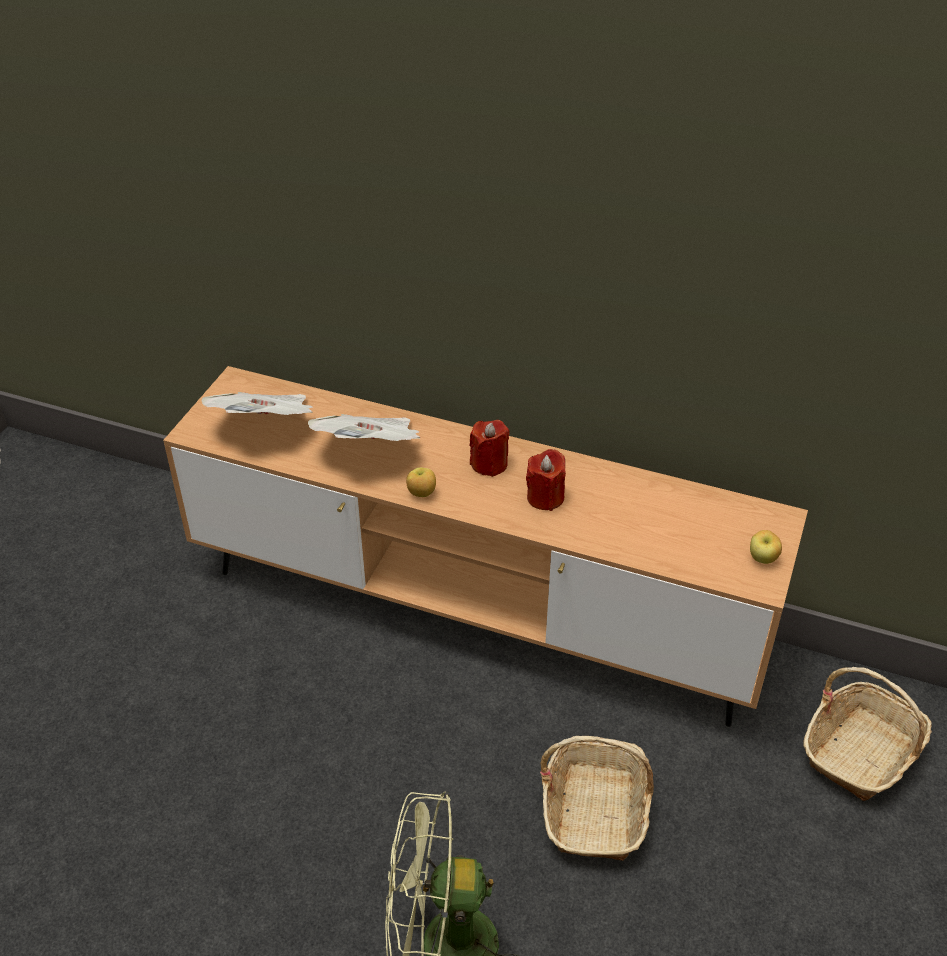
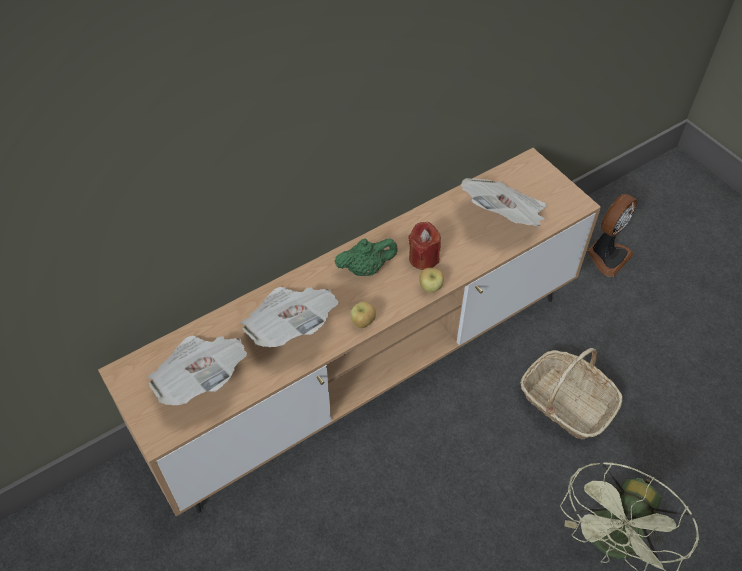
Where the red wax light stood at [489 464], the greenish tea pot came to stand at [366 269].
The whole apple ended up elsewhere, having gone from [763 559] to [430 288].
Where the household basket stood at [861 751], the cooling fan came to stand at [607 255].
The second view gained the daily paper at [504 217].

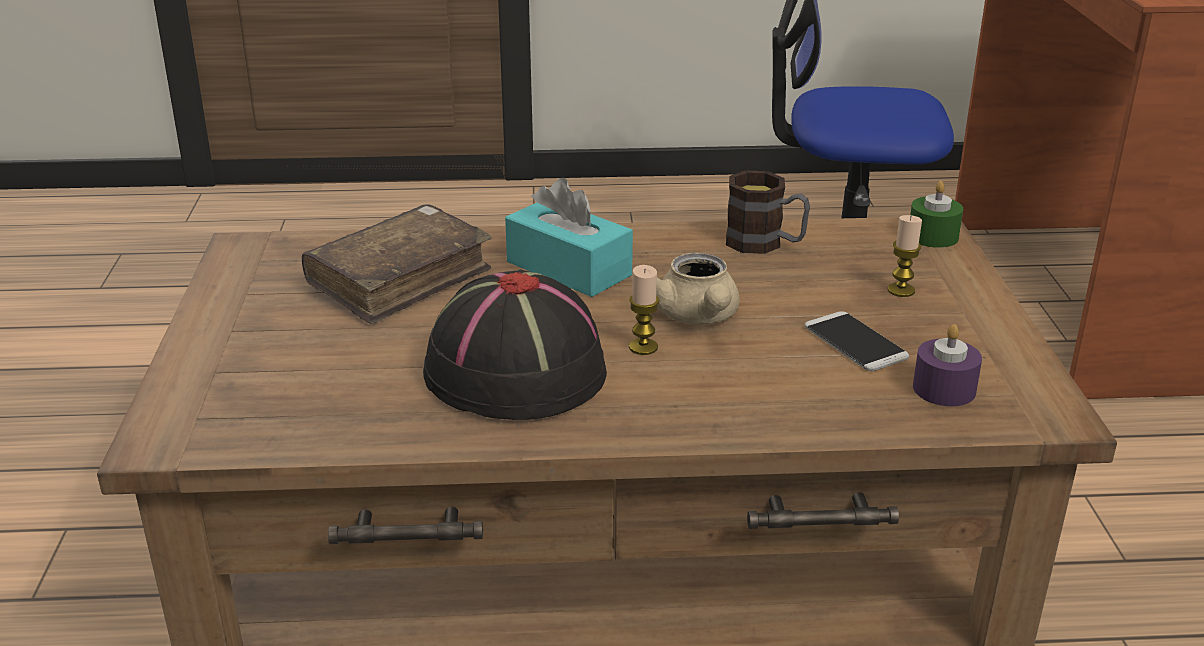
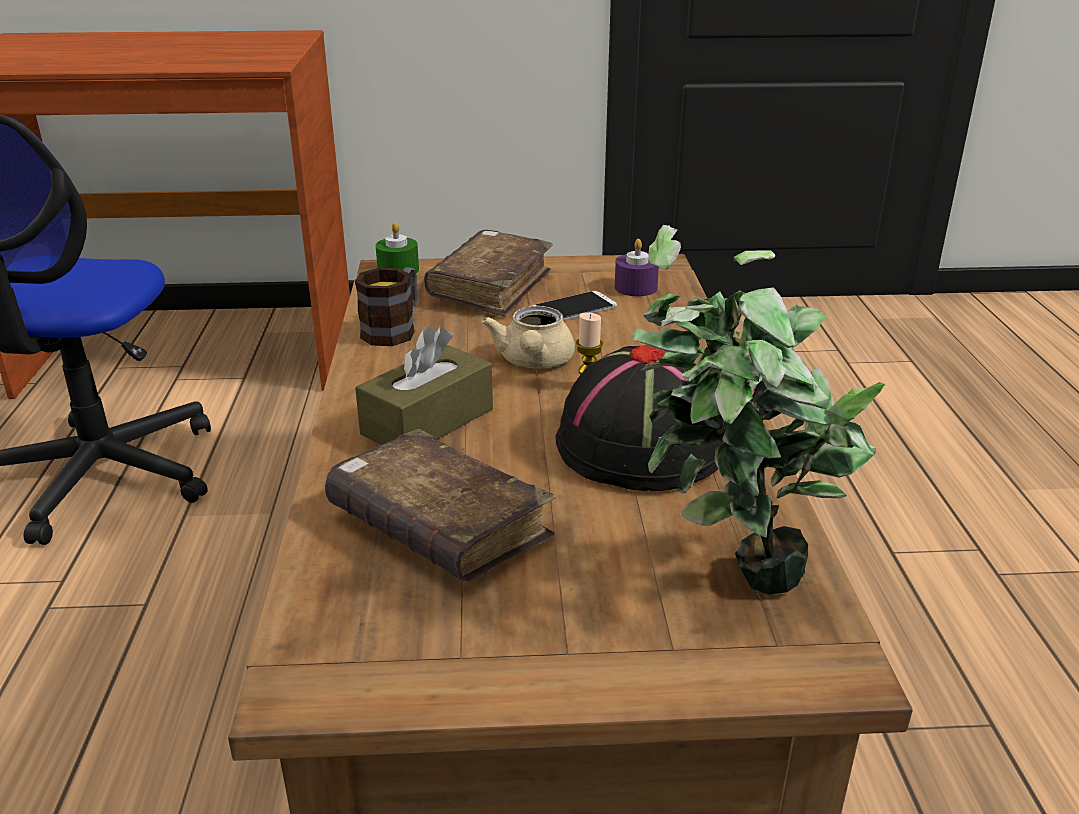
What was the turquoise-coloured tissue holder at [568 268] turned into the brown tissue holder at [428 422].
Where the wax light stood at [901 290], the brown volume came to stand at [491 287].
The beige tea pot at [697 317] ended up facing another way, 105 degrees clockwise from before.
The second view gained the houseplant at [726 583].

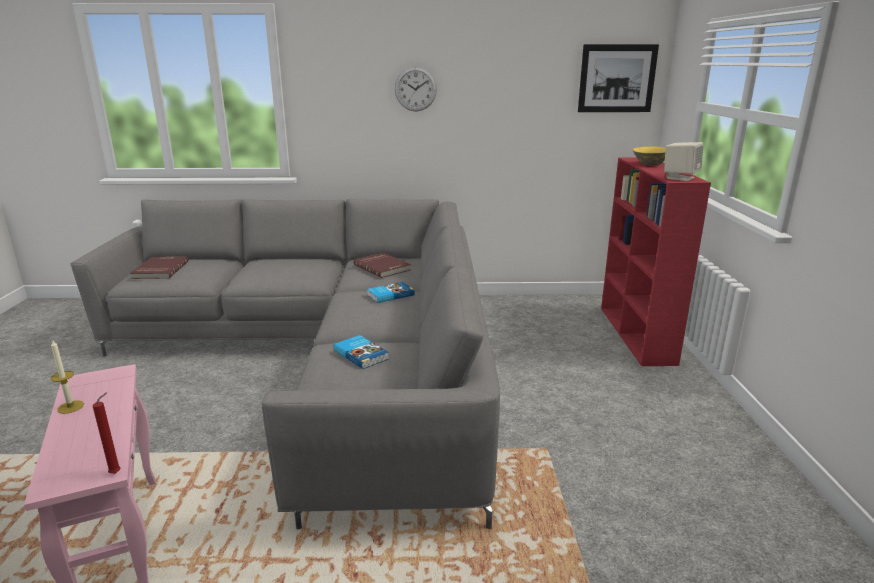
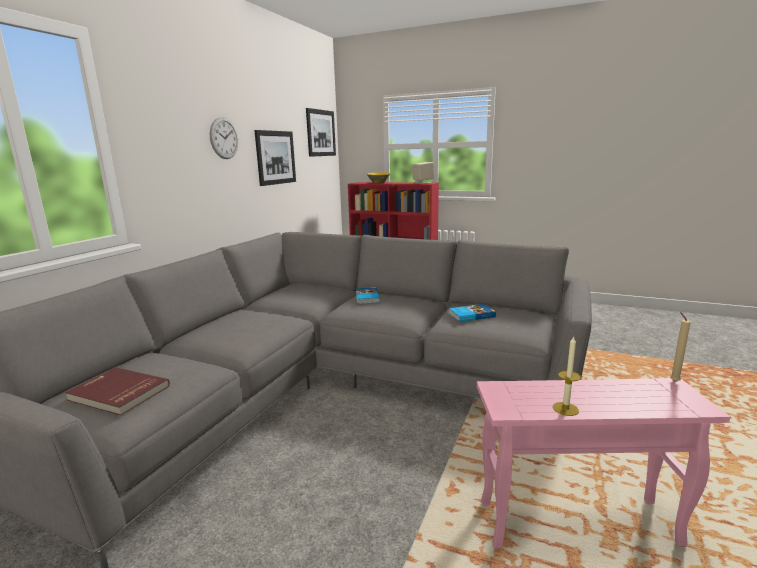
The second view lost the red volume at [383 267].
What was the red wax light at [117 472] turned into the beige wax light at [673 381].
The second view gained the picture at [276 157].

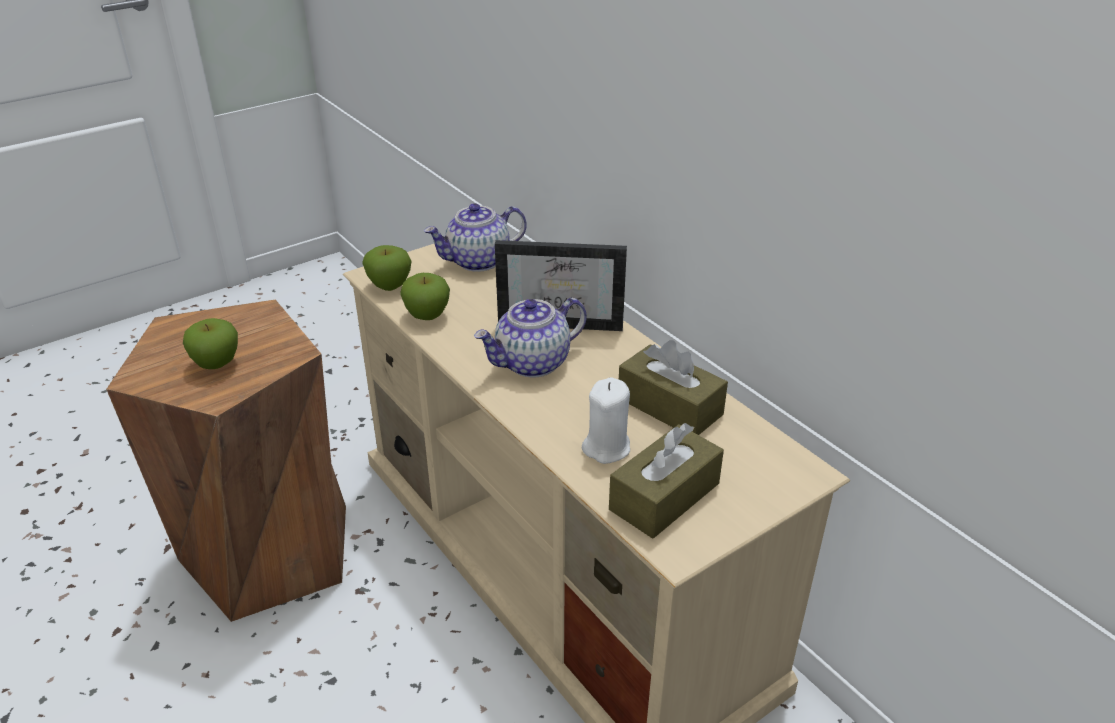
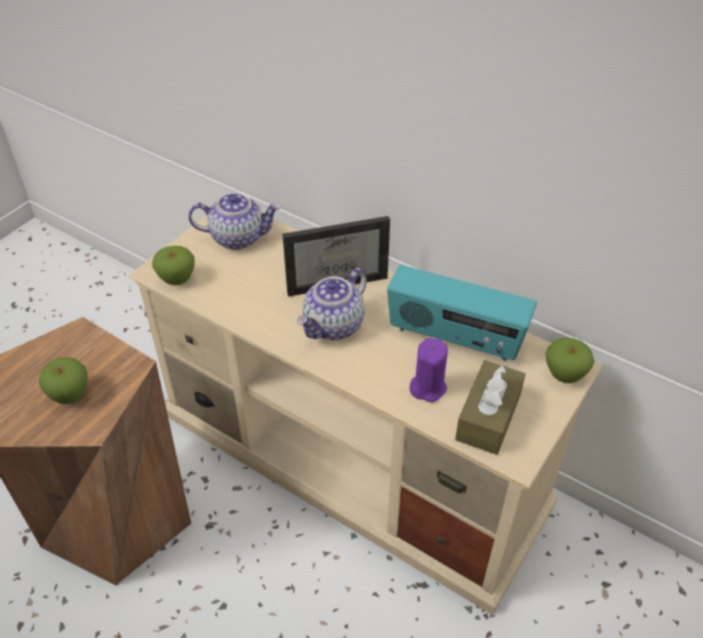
The tea pot at [478 261] ended up facing another way, 135 degrees counterclockwise from before.
The whole apple ended up elsewhere, having gone from [427 316] to [564 375].
Where the brown tissue holder stood at [669 406], the radio receiver came to stand at [455 338].
What was the white wax light at [607 448] turned into the purple wax light at [427 387].

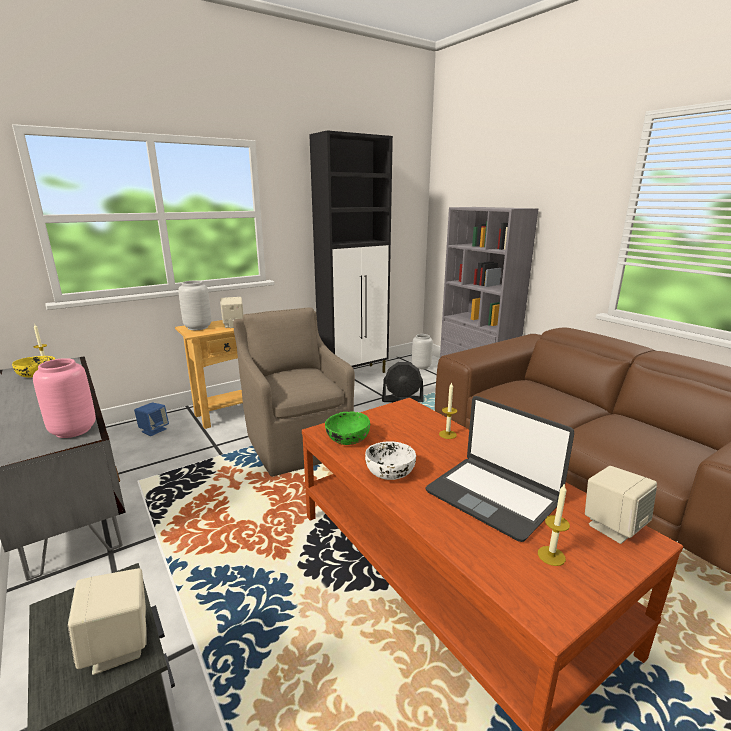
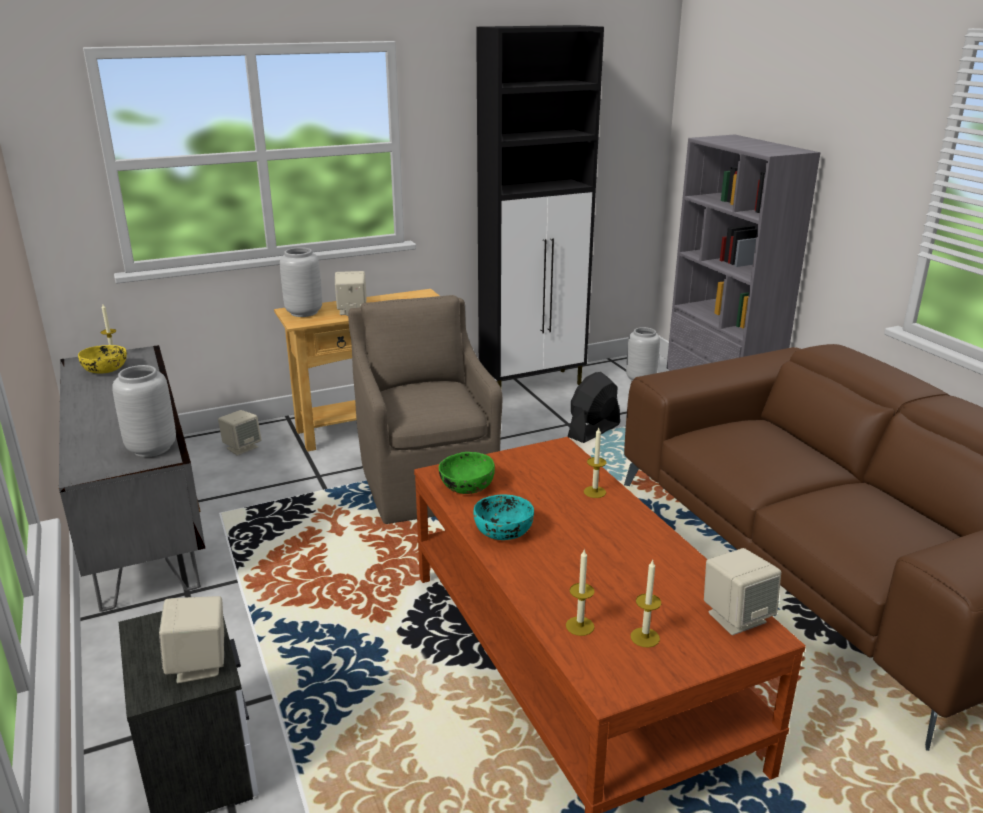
What was the pinkish vase at [73 430] turned into the greyish vase at [151 448].
The black cooling fan at [402 399] ended up facing another way, 120 degrees clockwise from before.
The second view lost the notebook computer at [493 497].
What was the blue loudspeaker at [154 430] turned into the beige loudspeaker at [242 448].
What was the white serving bowl at [390 472] turned into the turquoise-coloured serving bowl at [504 531].
The second view gained the wax light at [580 626].

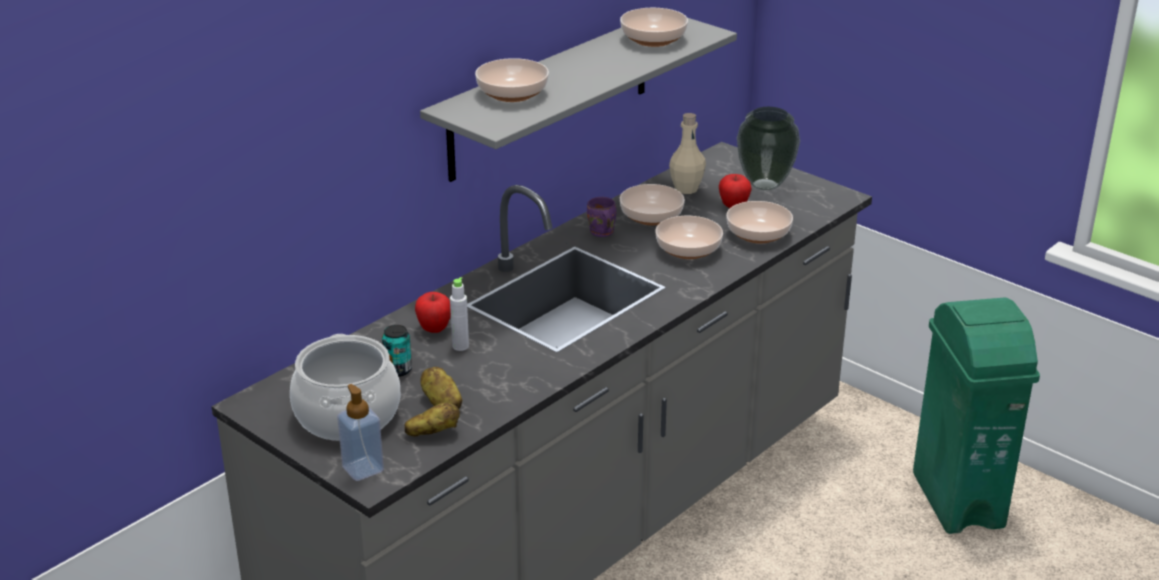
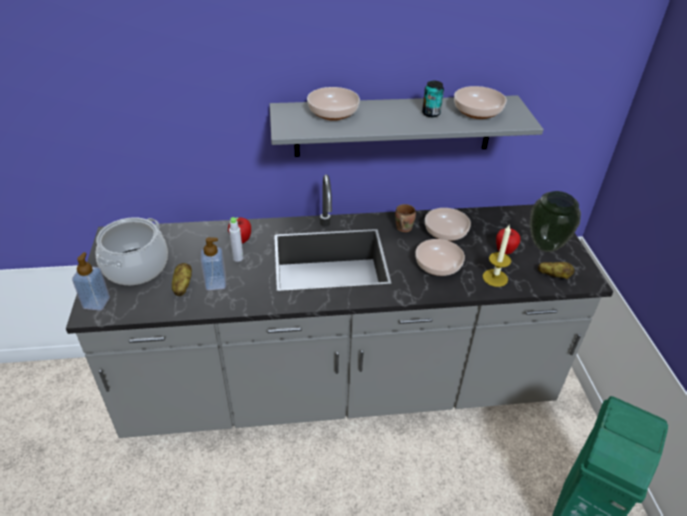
The second view lost the beige beverage bottle at [686 189].
What was the purple mug at [601 233] turned into the brown mug at [402 228].
Where the serving bowl stood at [757 234], the wax light came to stand at [495 278].
The metal can ended up elsewhere, having gone from [398 370] to [431 113].
The spud ended up elsewhere, having gone from [433 433] to [553 276].
The second view gained the liquid soap bottle at [216 283].

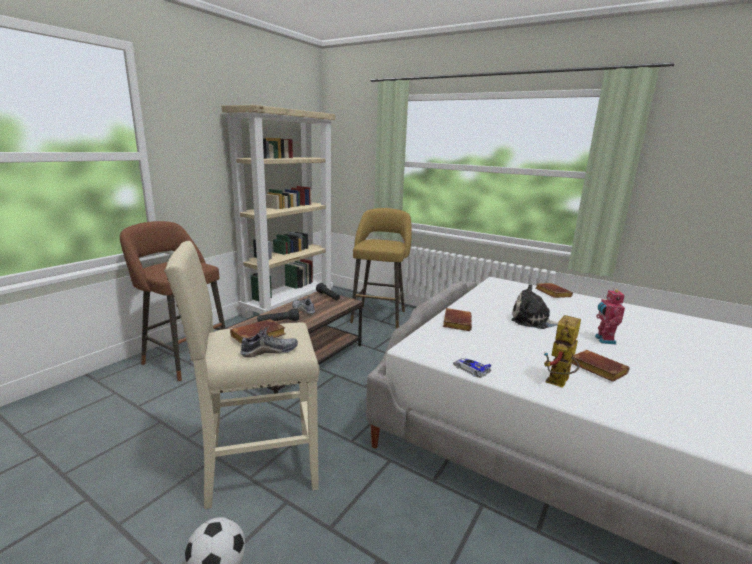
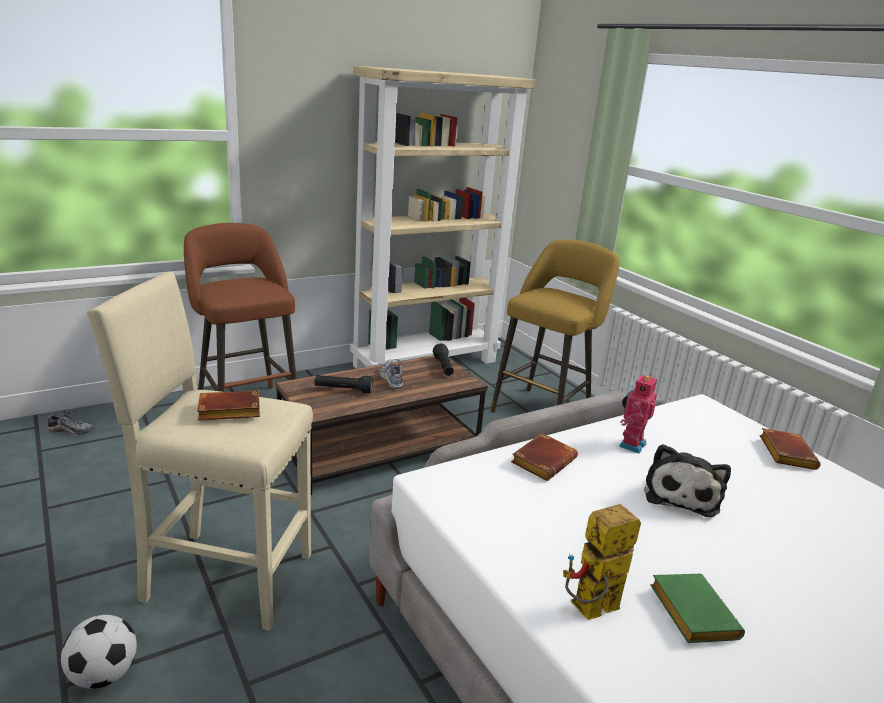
The plush toy at [533 321] ended up facing another way, 120 degrees counterclockwise from before.
The robot figure ended up elsewhere, having gone from [603 340] to [630 444].
The low shoe ended up elsewhere, having gone from [269 351] to [71 431].
What was the brown volume at [596 369] turned into the greenish volume at [689 612].
The second view lost the toy car at [470 369].

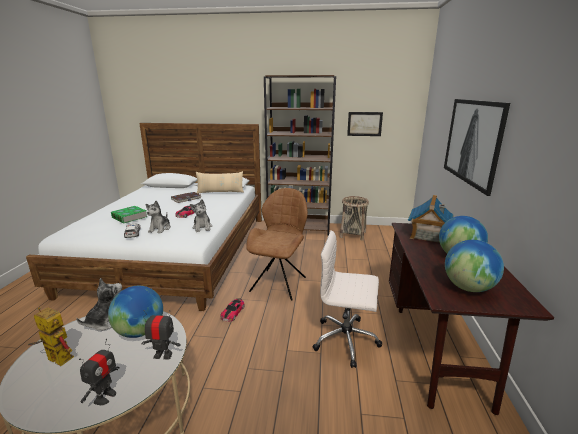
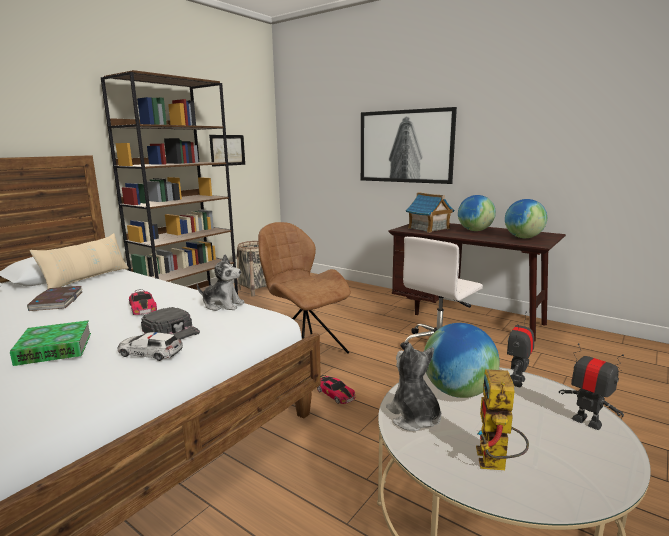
Where the plush toy stood at [160 229], the black peaked cap came to stand at [171 331].
The robot figure at [55 358] ended up facing another way, 45 degrees counterclockwise from before.

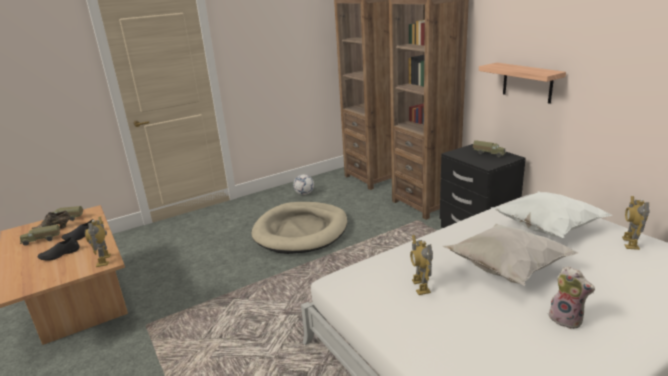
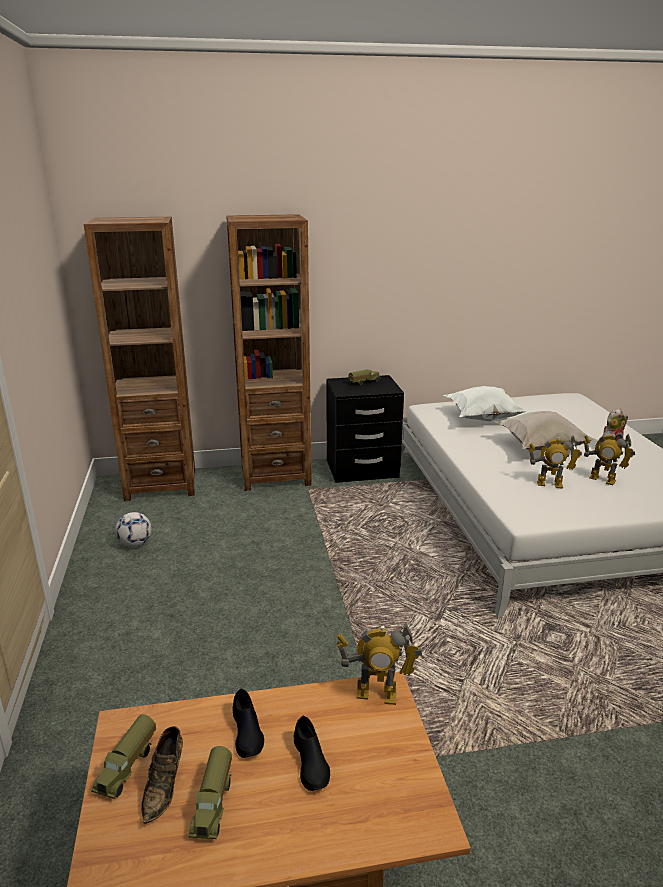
The second view lost the shelf at [527 82].
The robot figure ended up elsewhere, having gone from [630 243] to [602 479].
The second view lost the beige pet bed at [301 231].

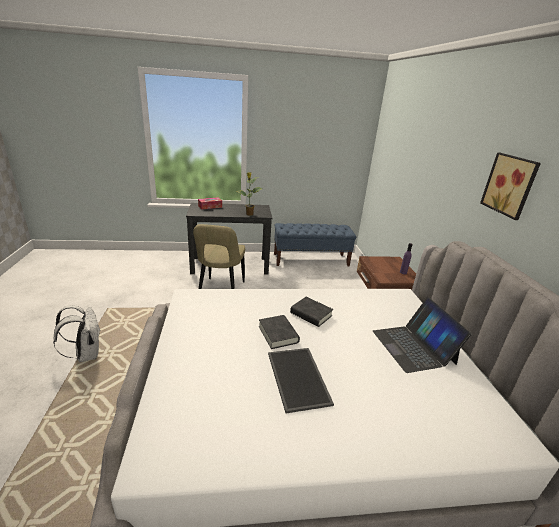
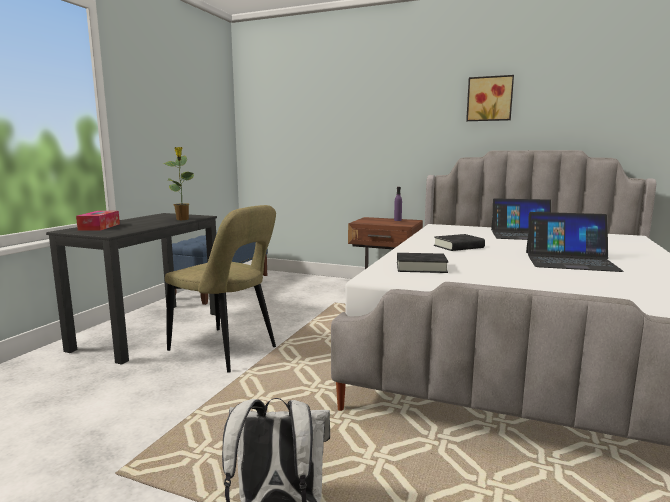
The black volume ended up elsewhere, having gone from [278 334] to [421 267].
Where the serving tray stood at [299 378], the notebook computer came to stand at [570 261].

